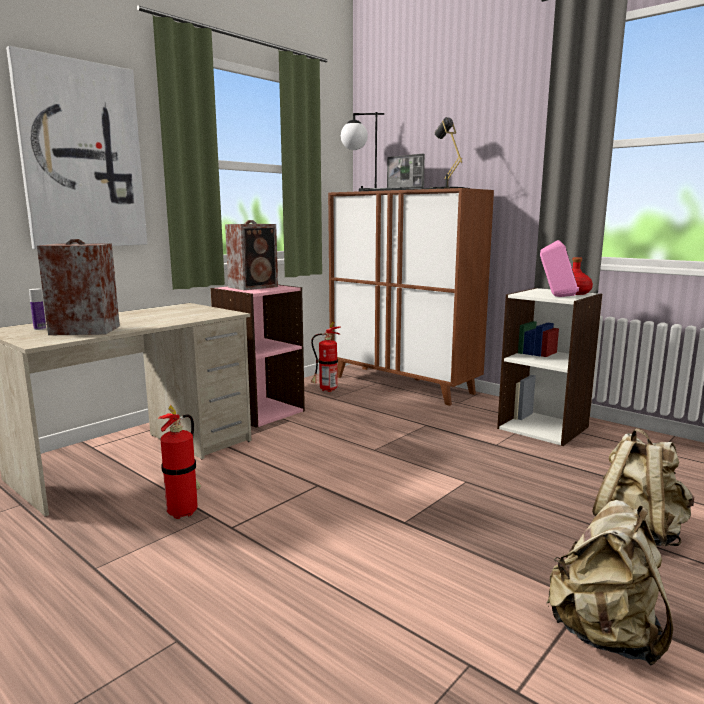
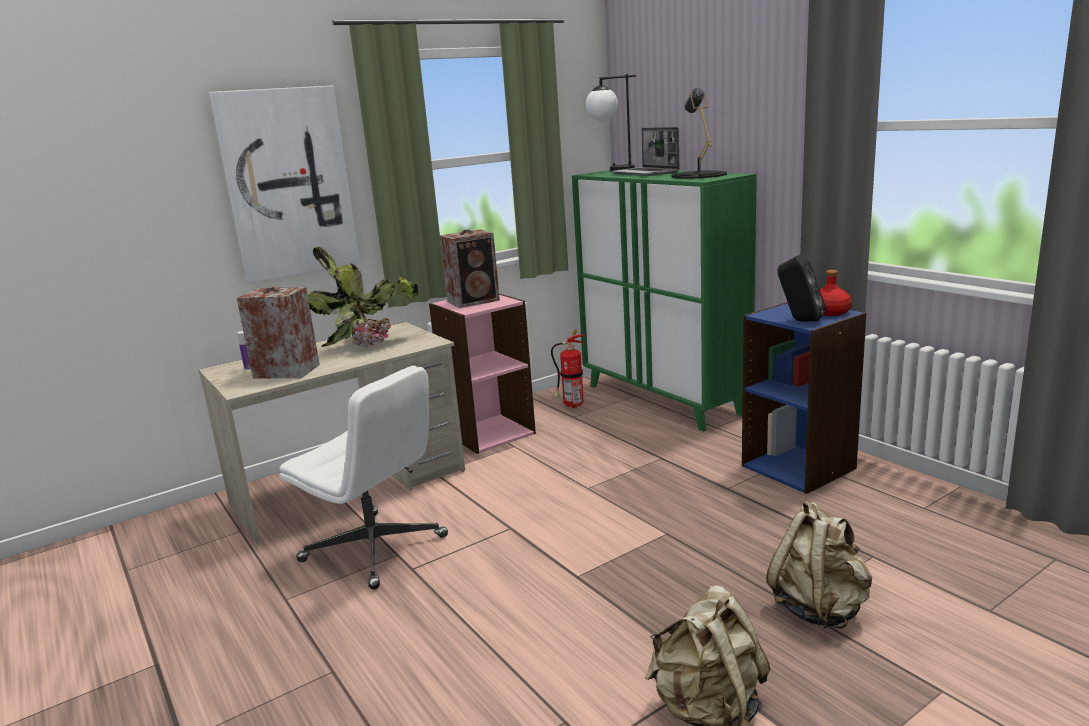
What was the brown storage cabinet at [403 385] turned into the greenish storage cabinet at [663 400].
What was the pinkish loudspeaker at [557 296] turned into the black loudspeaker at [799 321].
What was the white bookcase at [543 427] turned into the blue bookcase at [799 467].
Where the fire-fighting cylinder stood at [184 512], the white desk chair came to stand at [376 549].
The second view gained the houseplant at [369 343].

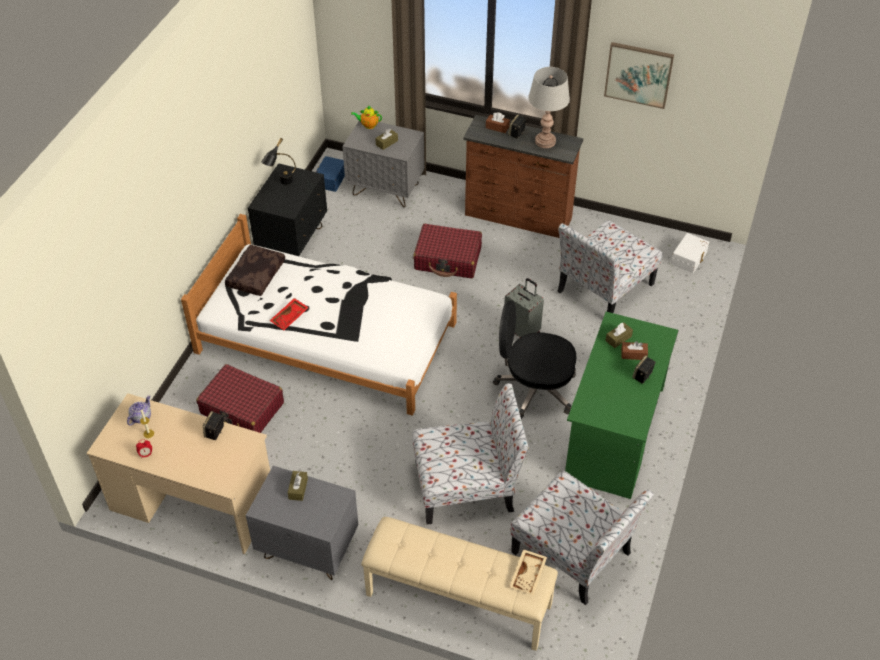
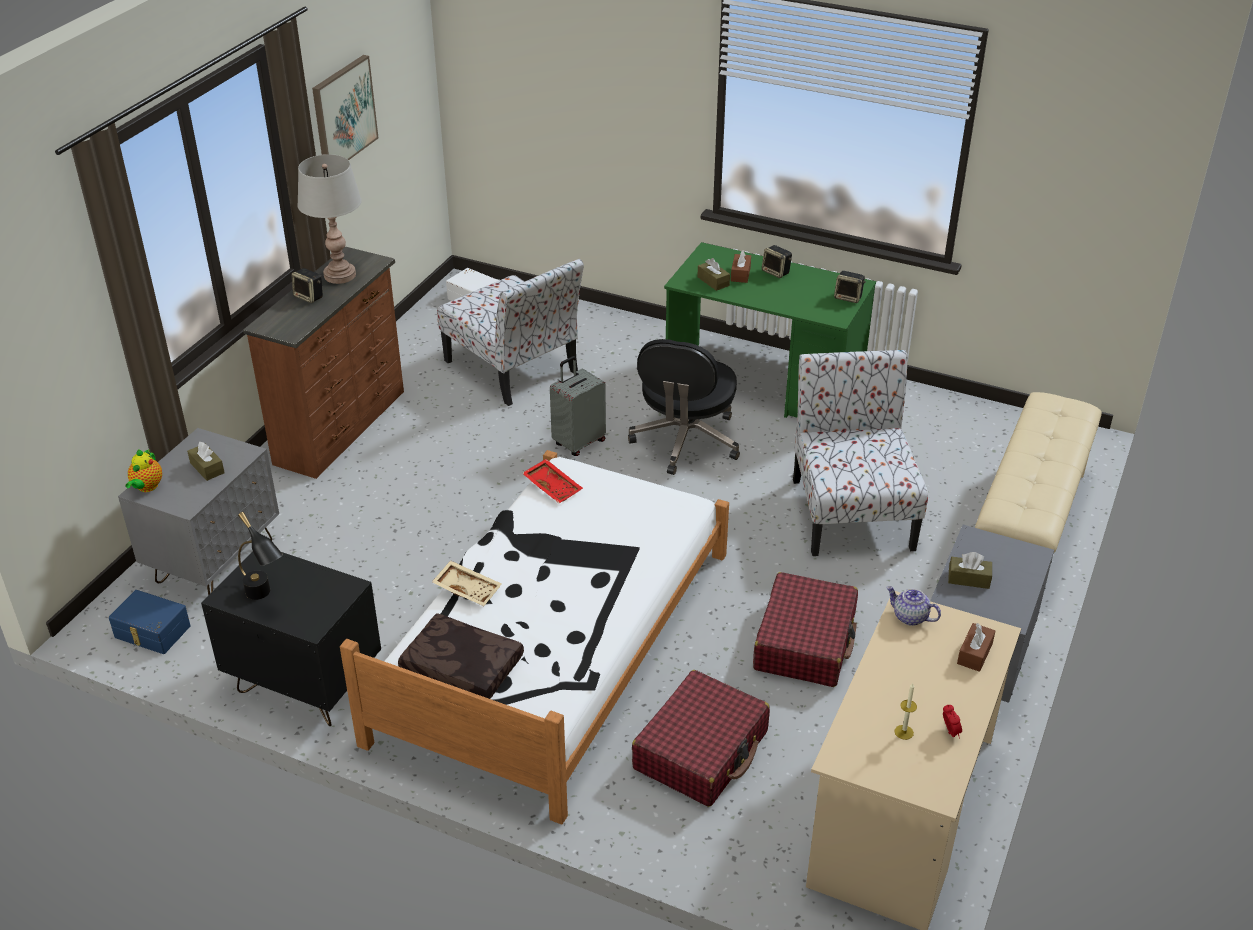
The brown tissue holder ended up elsewhere, having gone from [497 127] to [974 654].
The red suitcase ended up elsewhere, having gone from [448 259] to [805 642].
The red serving tray ended up elsewhere, having gone from [290 318] to [553 486].
The tea pot ended up elsewhere, having gone from [141 417] to [910 617].
The loudspeaker ended up elsewhere, having gone from [215 432] to [849 297].
The second view lost the upright chair at [573 554].
The beige serving tray ended up elsewhere, having gone from [528 575] to [468 589].

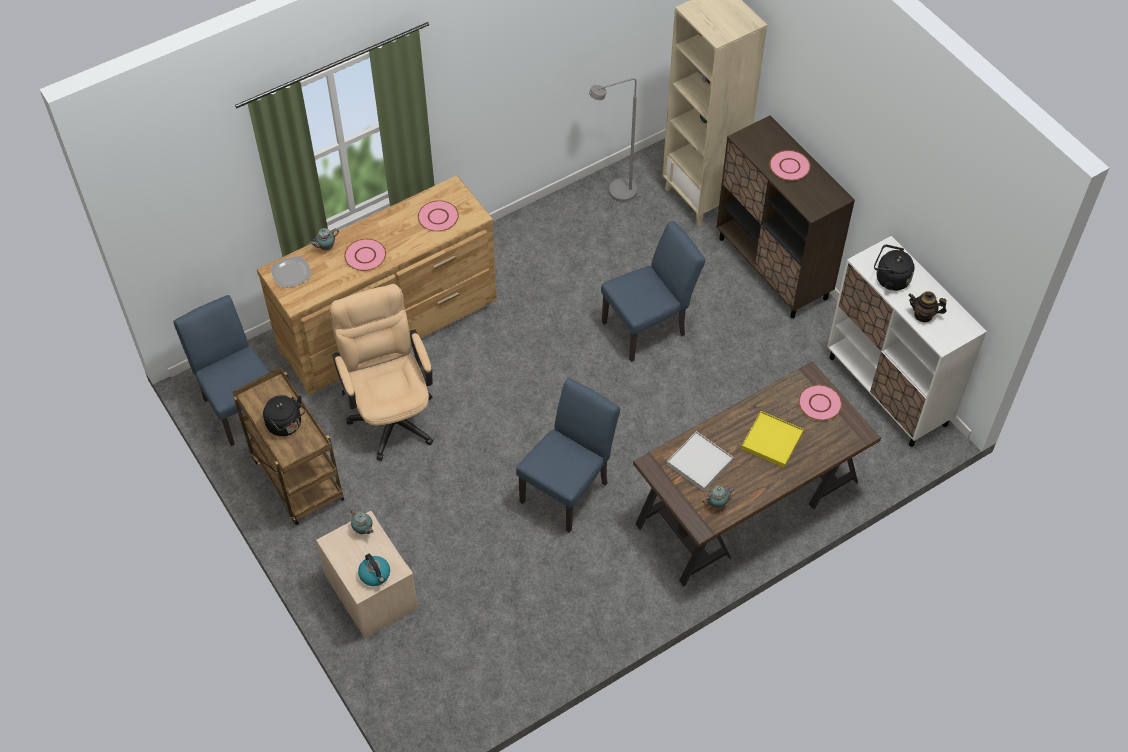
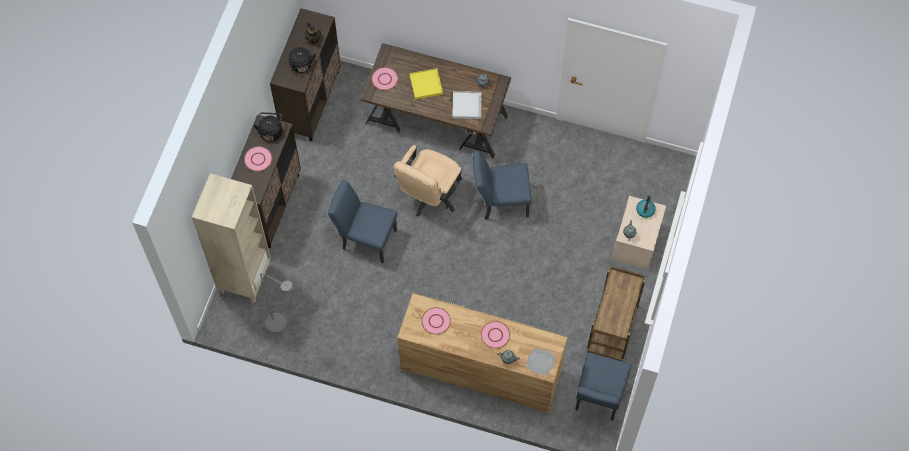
What was the white storage cabinet at [887 391] turned into the brown storage cabinet at [311 102].
The beige desk chair ended up elsewhere, having gone from [391 413] to [429 196].
The black tea kettle ended up elsewhere, having gone from [286 425] to [271 131].

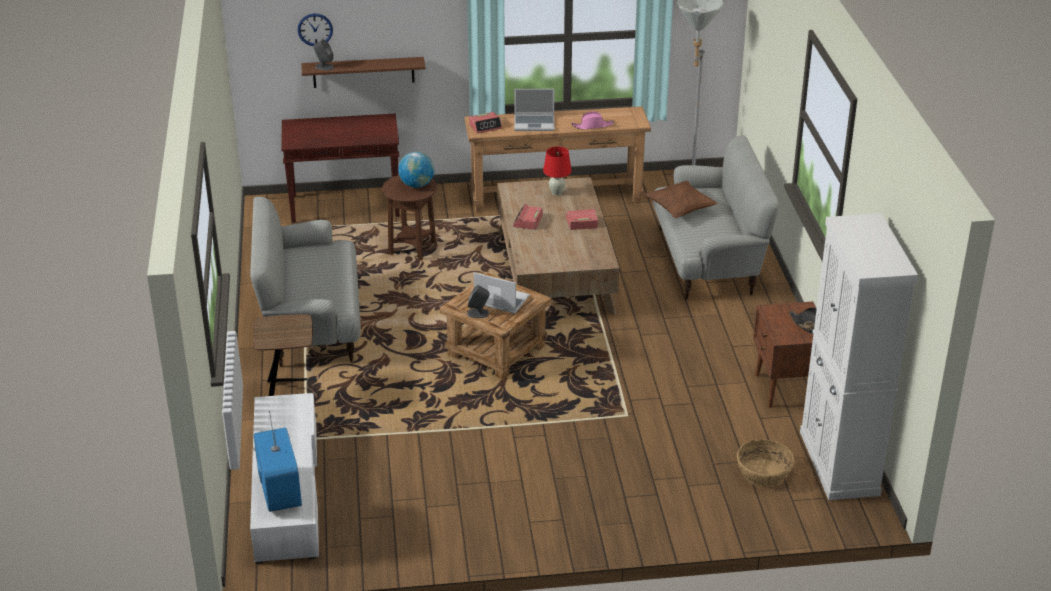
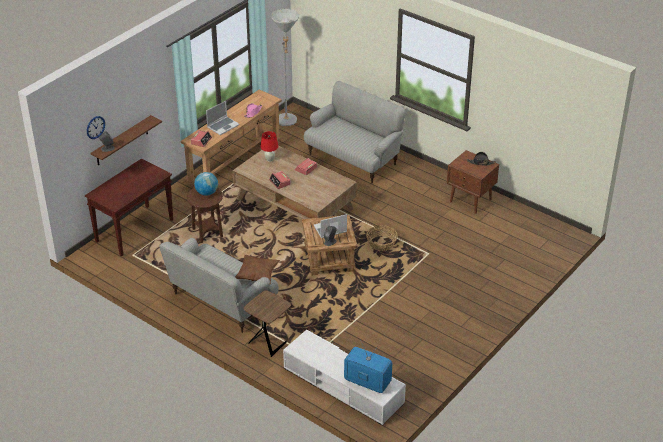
The brown cushion ended up elsewhere, having gone from [680 210] to [257 276].
The second view lost the white storage cabinet at [839 463].
The household basket ended up elsewhere, having gone from [763 473] to [381 243].

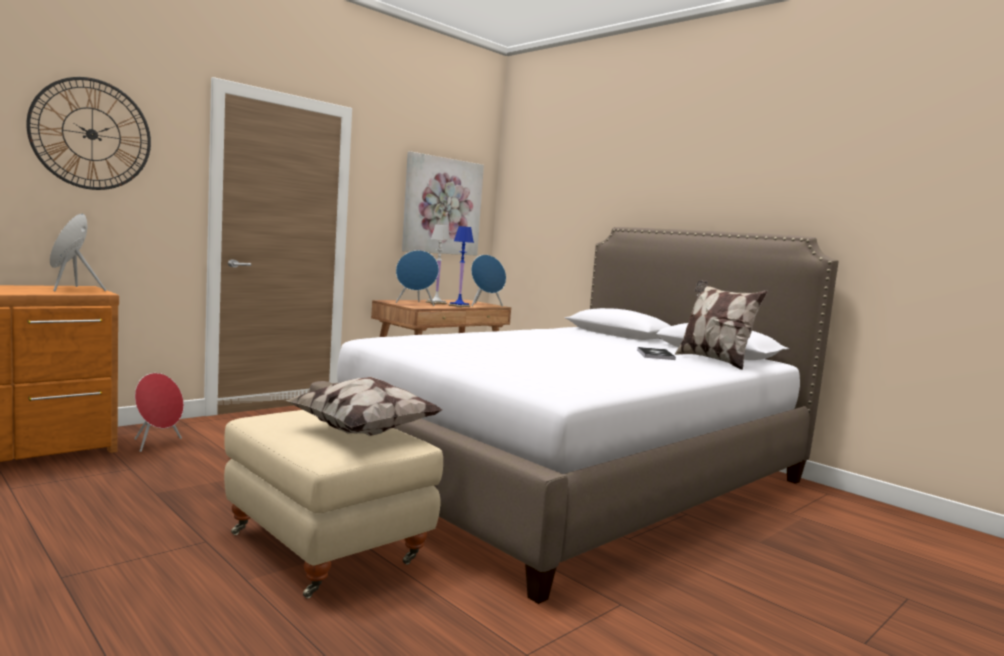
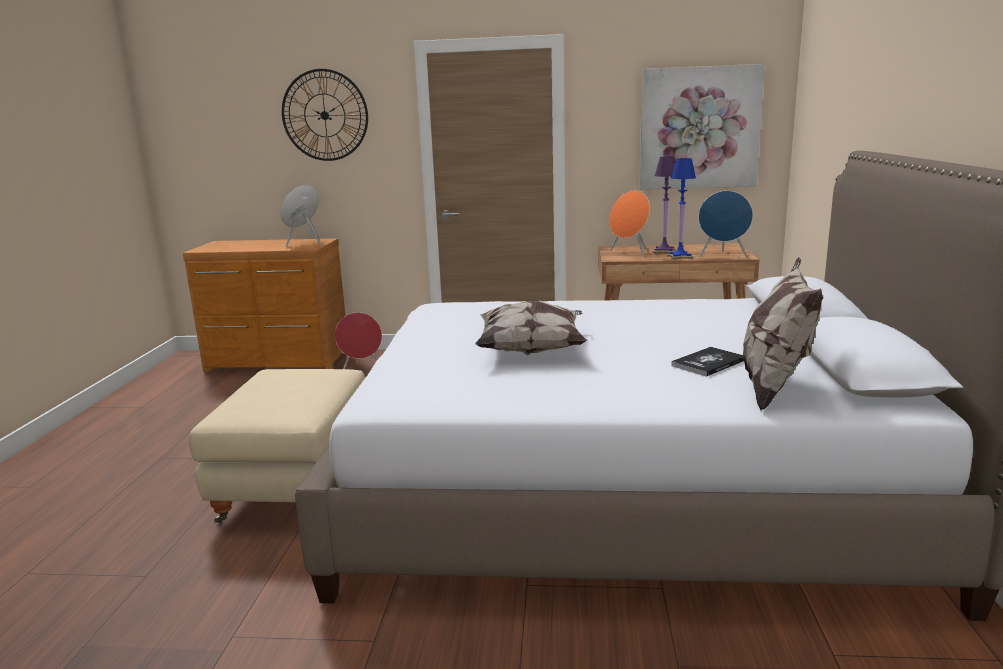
What was the white tabletop lamp at [436 303] turned into the purple tabletop lamp at [664 251].
What was the blue loudspeaker at [415 304] turned into the orange-coloured loudspeaker at [630 253].
The cushion ended up elsewhere, having gone from [364 431] to [532 350].

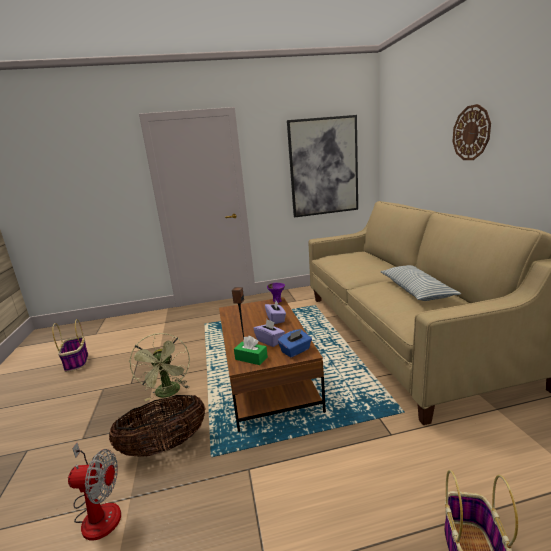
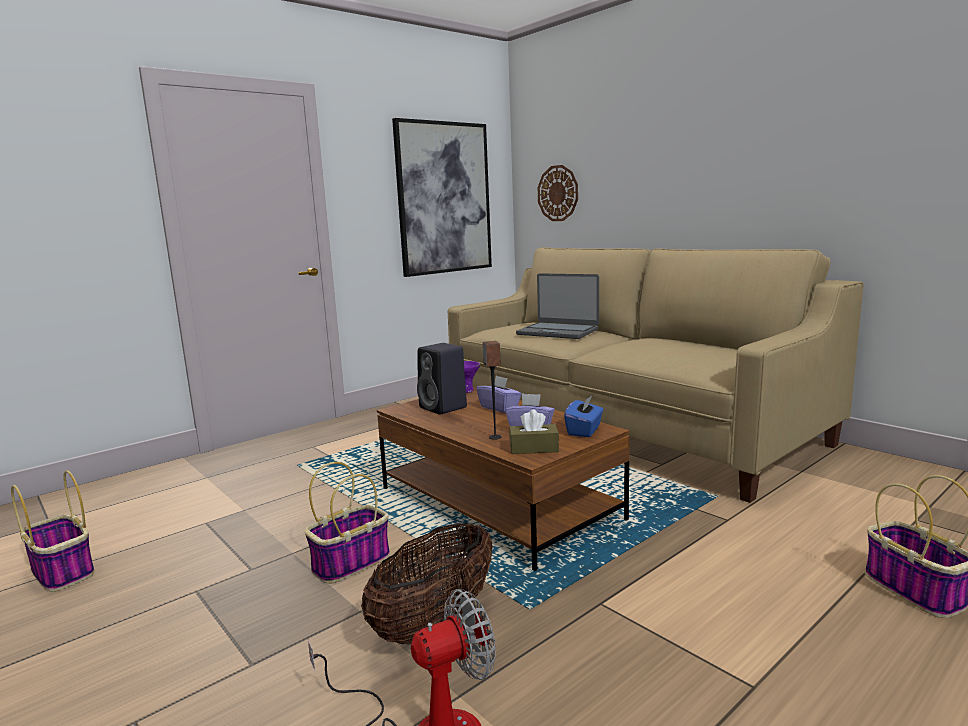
The hanging clock ended up elsewhere, having gone from [471 133] to [558 193].
The second view lost the cushion at [416 290].
Where the greenish cooling fan stood at [168 393], the household basket came to stand at [351 562].
What was the greenish tissue holder at [251 358] turned into the brown tissue holder at [534 448].
The second view gained the notebook computer at [558 332].
The second view gained the black loudspeaker at [444 408].

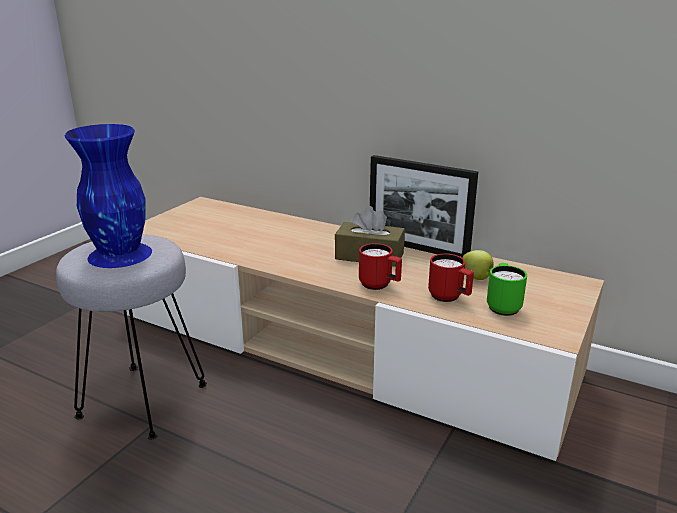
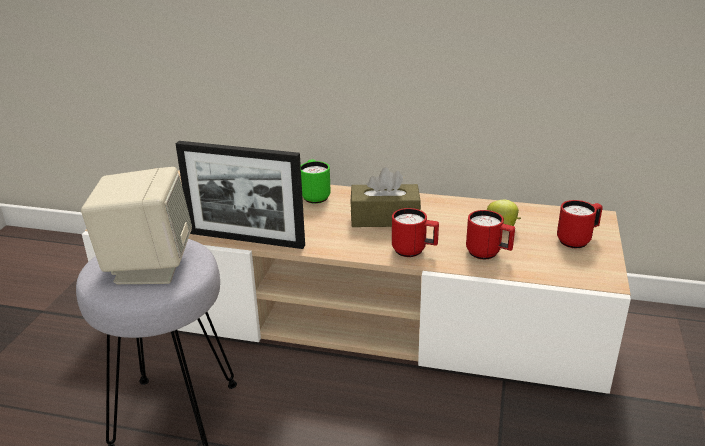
Where the blue vase stood at [120 254], the beige loudspeaker came to stand at [148 266].
The picture frame ended up elsewhere, having gone from [417 248] to [246 239].
The greenish mug ended up elsewhere, having gone from [502 306] to [315 196].
The second view gained the red mug at [577 240].

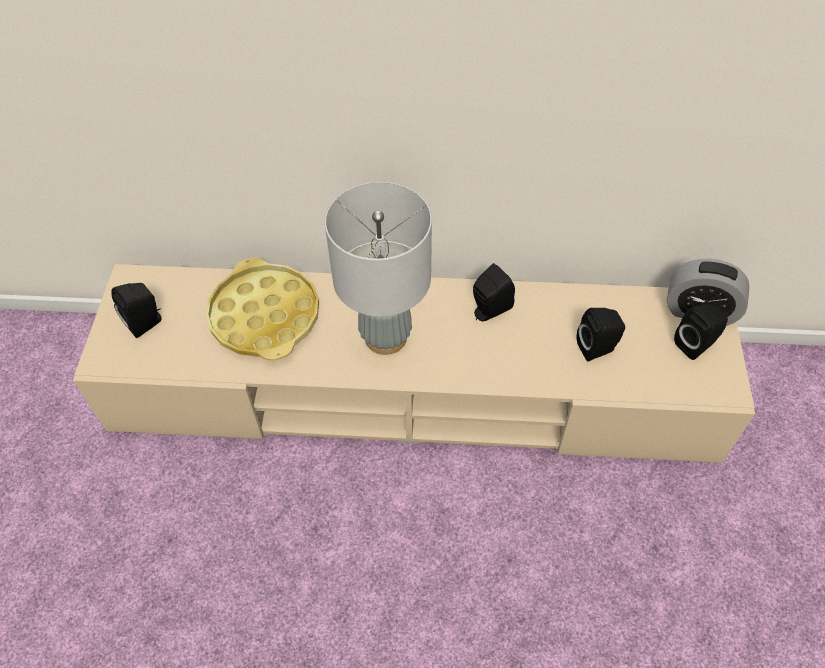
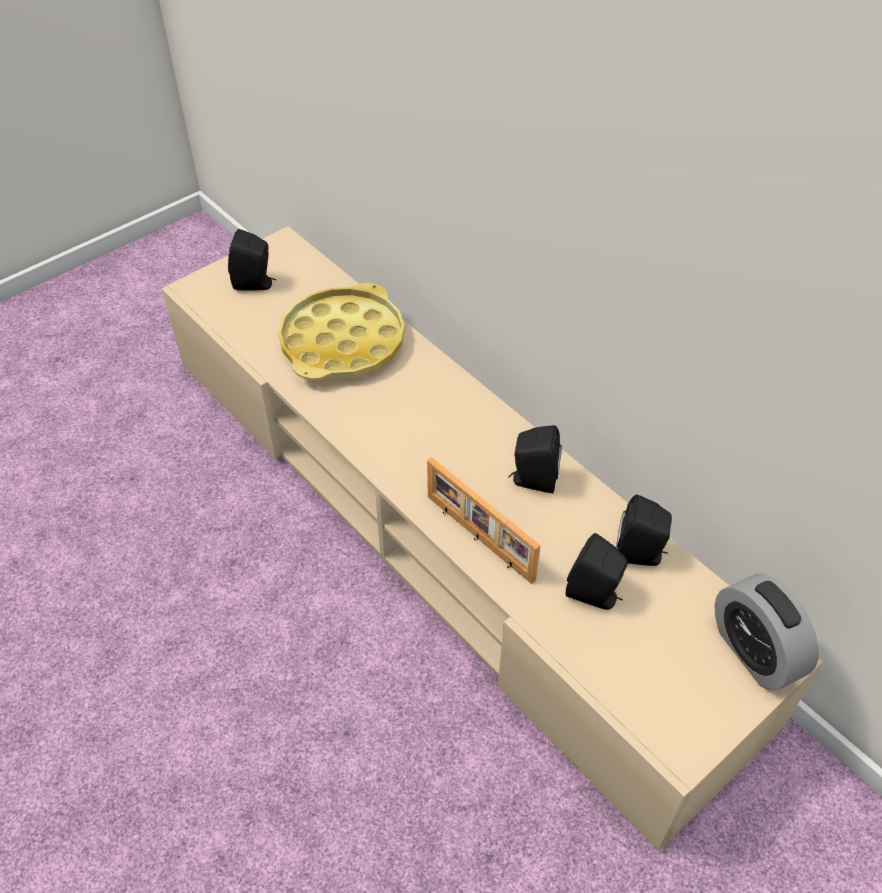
The second view lost the greyish tabletop lamp at [385 337].
The black loudspeaker ended up elsewhere, having gone from [696 344] to [640 554].
The second view gained the picture frame at [478 538].

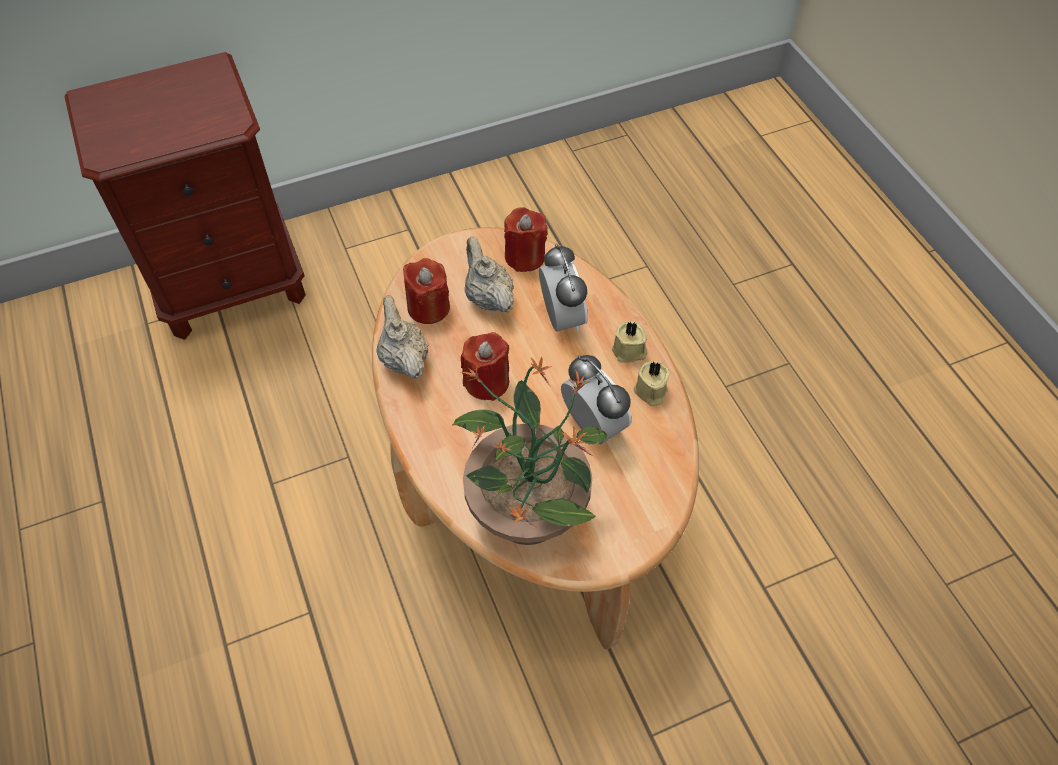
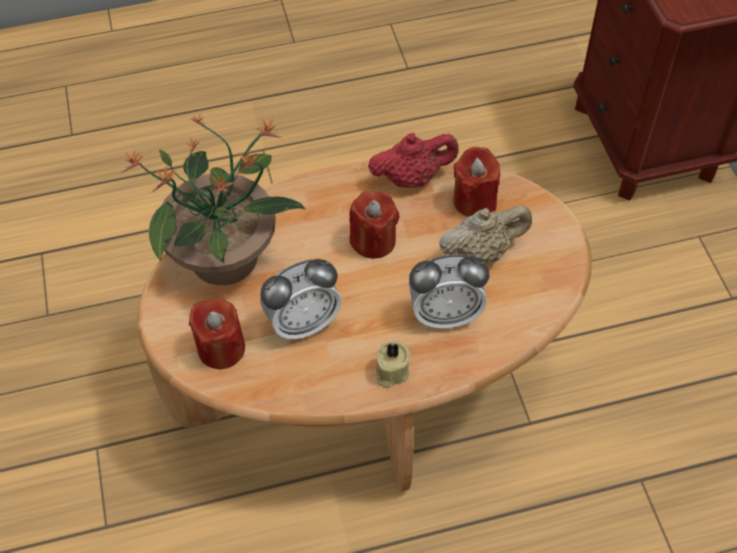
The red wax light ended up elsewhere, having gone from [525 257] to [221 348].
What was the beige tea pot at [404 359] turned into the red tea pot at [412 178].
The second view lost the beige wax light at [650 392].

